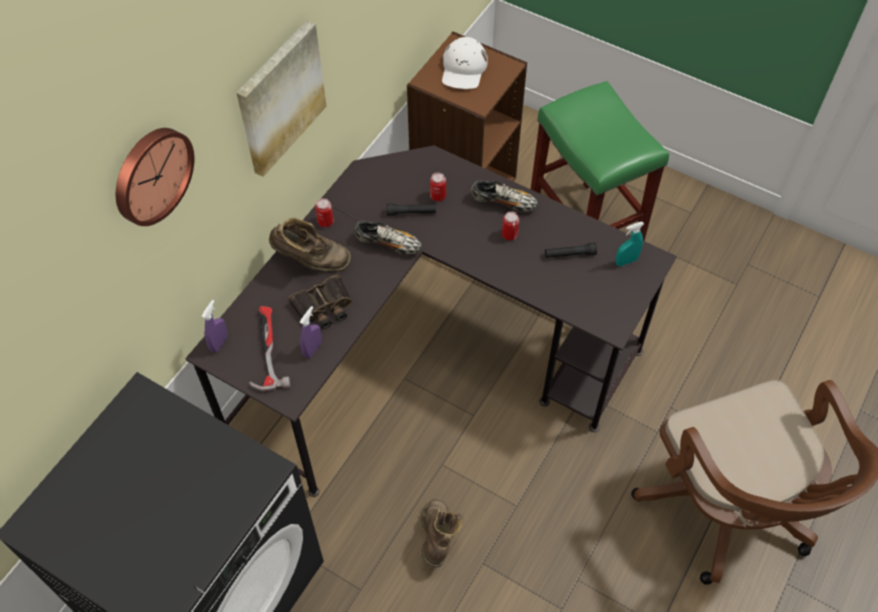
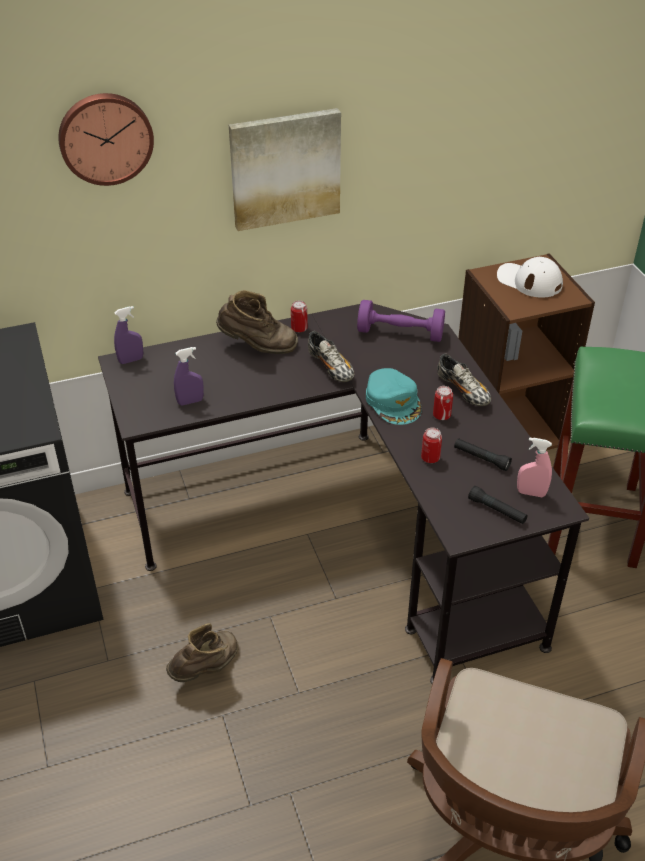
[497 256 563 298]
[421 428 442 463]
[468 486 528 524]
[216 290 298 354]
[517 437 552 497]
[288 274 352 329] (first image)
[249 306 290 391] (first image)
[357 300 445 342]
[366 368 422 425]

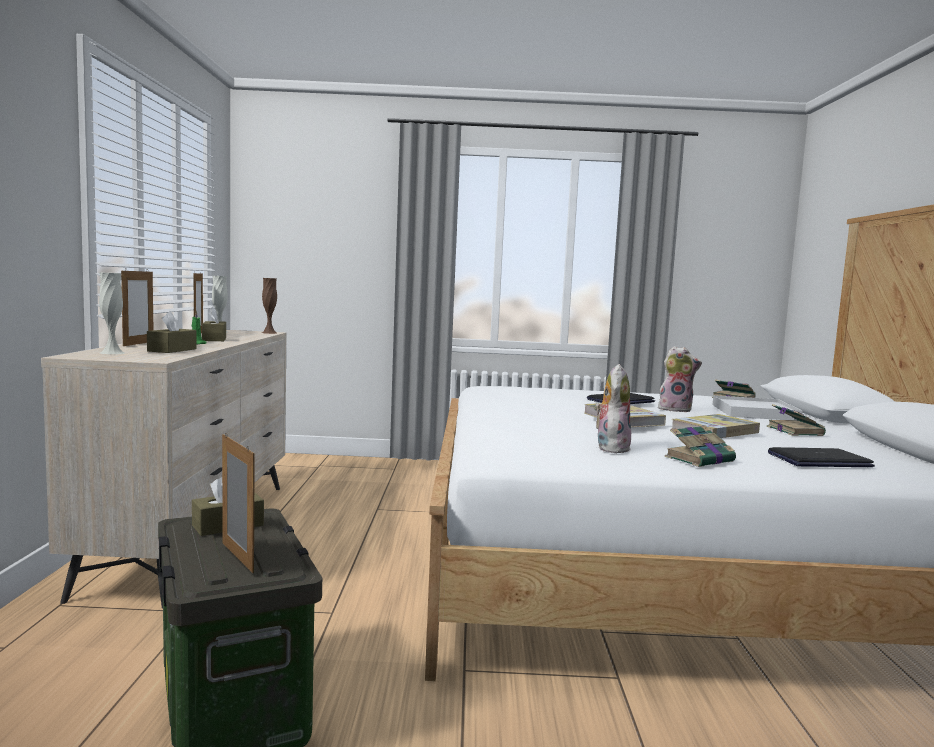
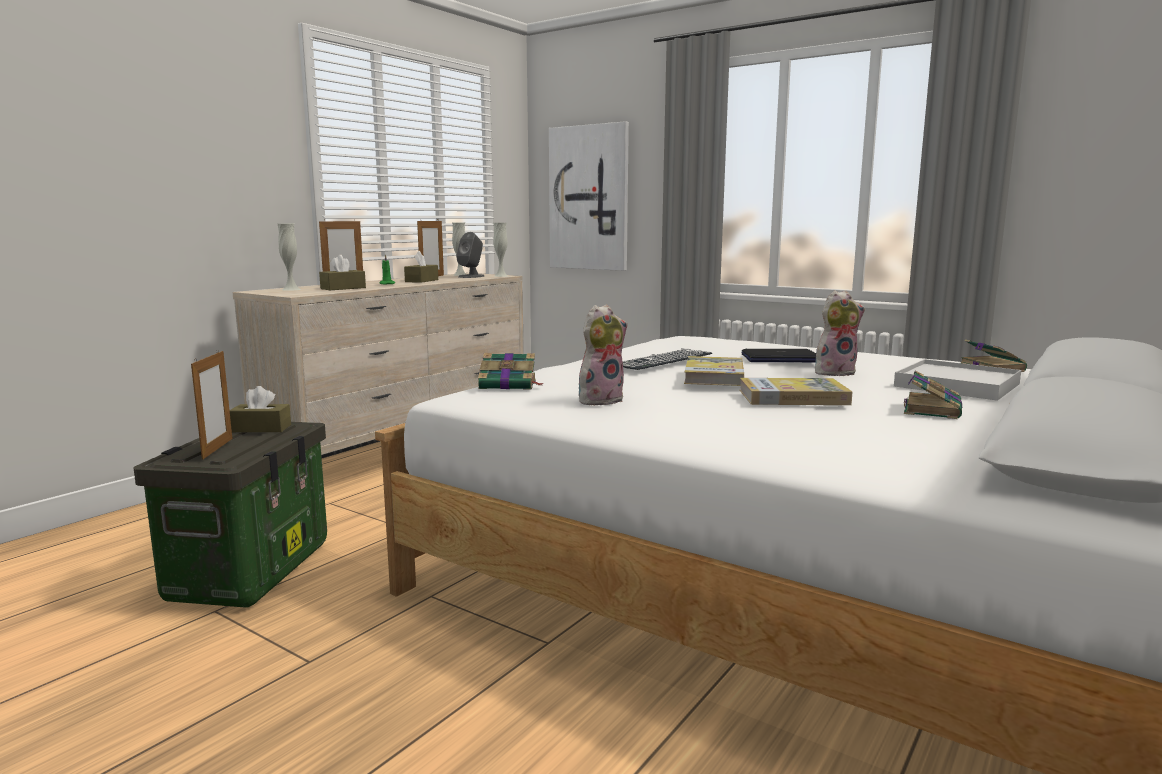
[493 223 508 277]
[815 290 865 377]
[478 353 543 389]
[768 447 875 467] (first image)
[549 121 629 271]
[456 232 484 278]
[623 348 712 370]

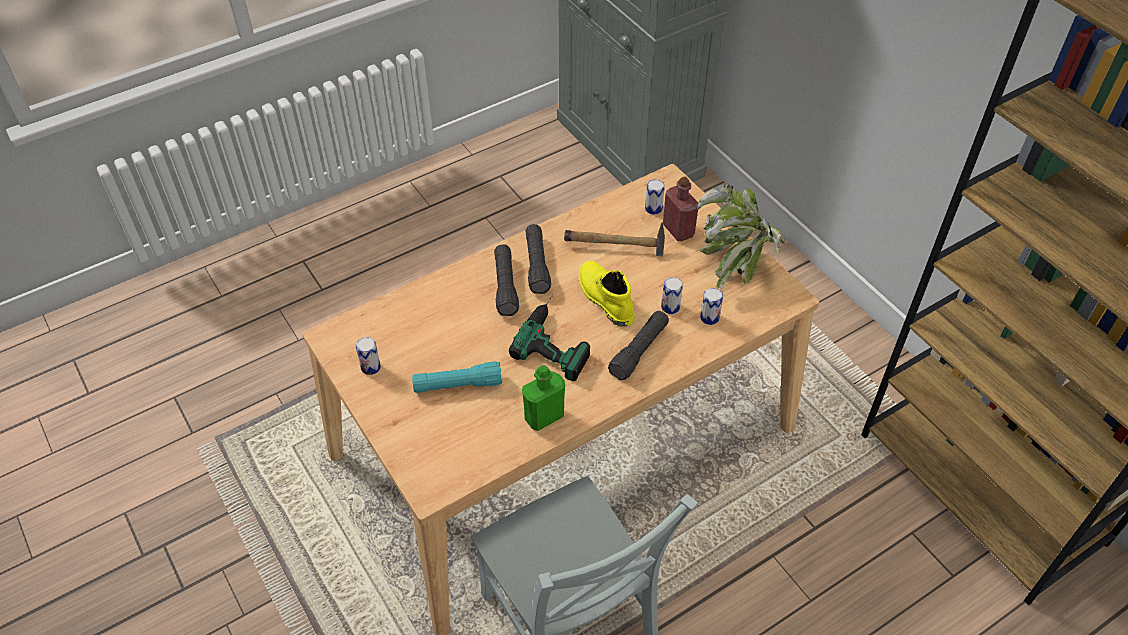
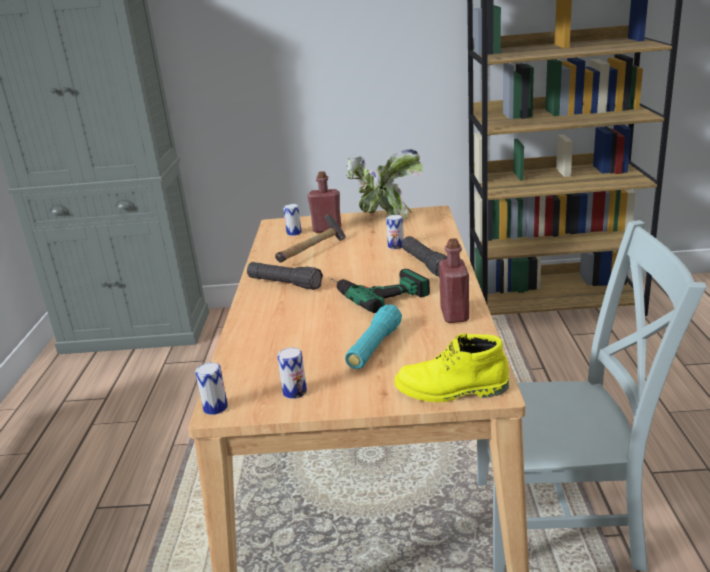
[494 244 519 316] (first image)
[394 333 509 402]
[195 362 228 415]
[439 238 469 323]

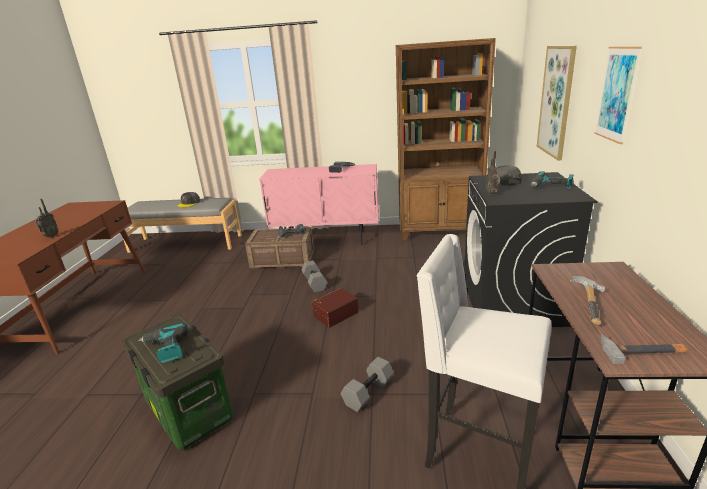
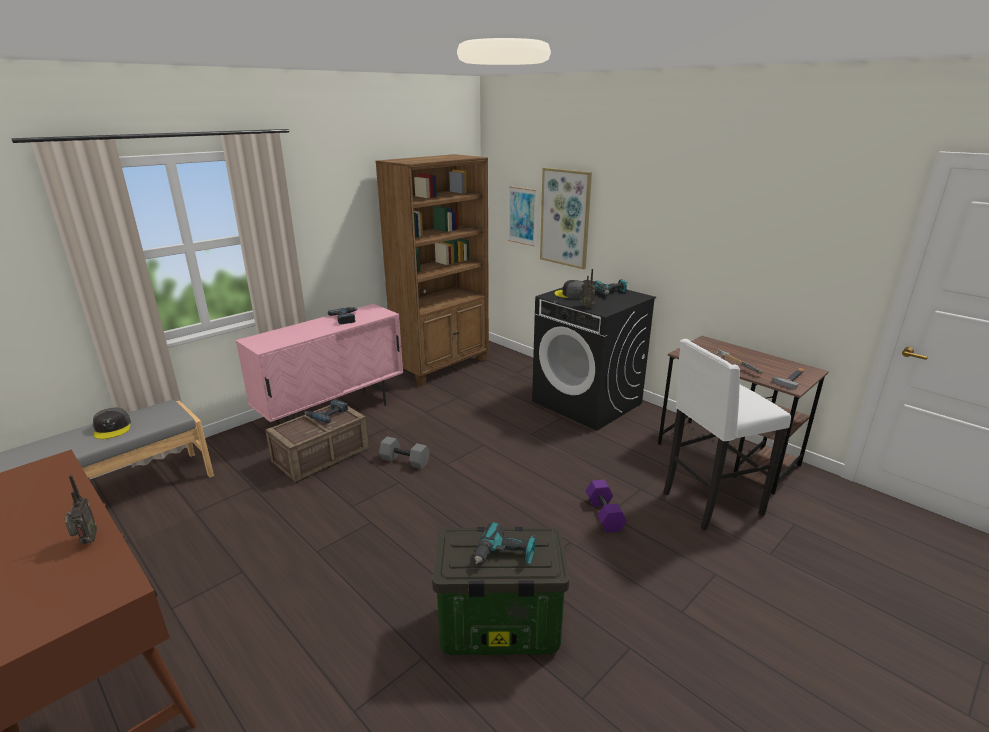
[508 186 536 246]
[312 288 359 328] (first image)
[586 480 627 533]

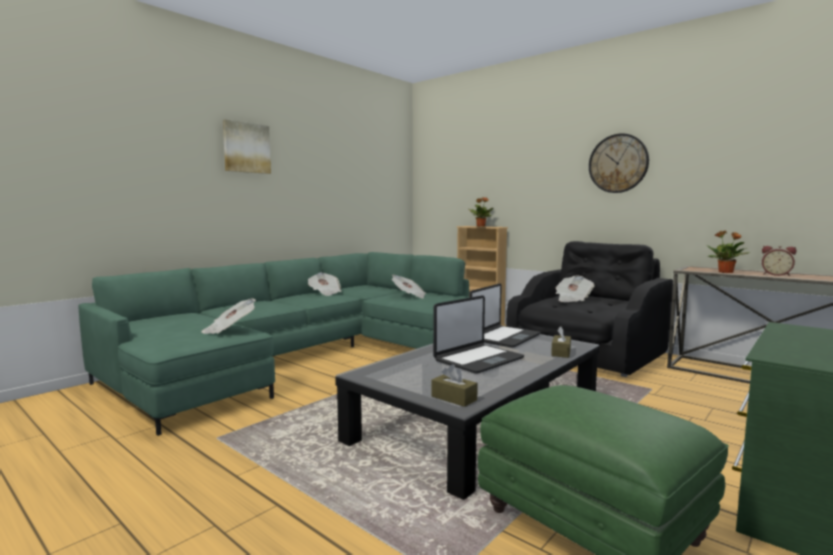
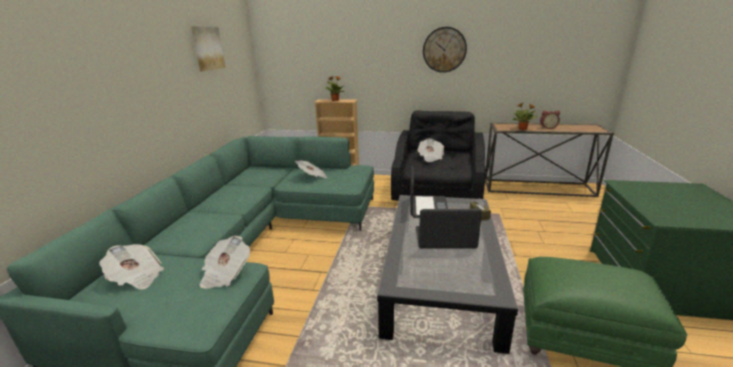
[191 26 225 71]
[99 244 164 289]
[415 209 482 249]
[431 364 478 407] (first image)

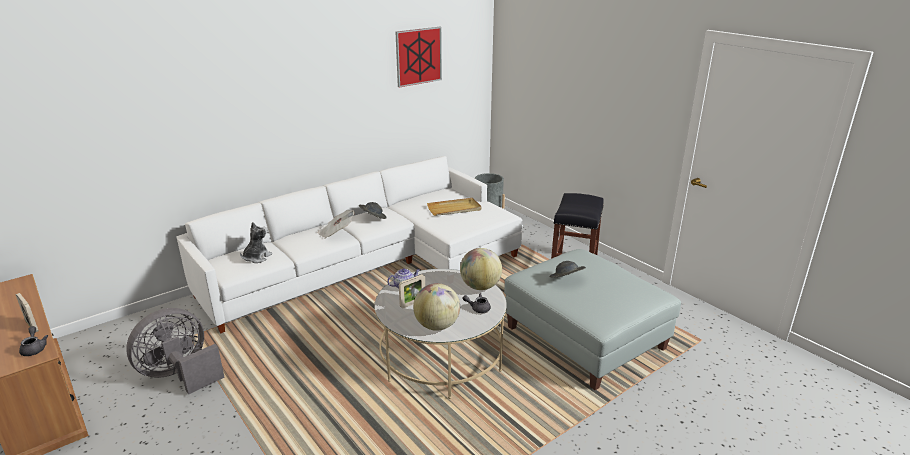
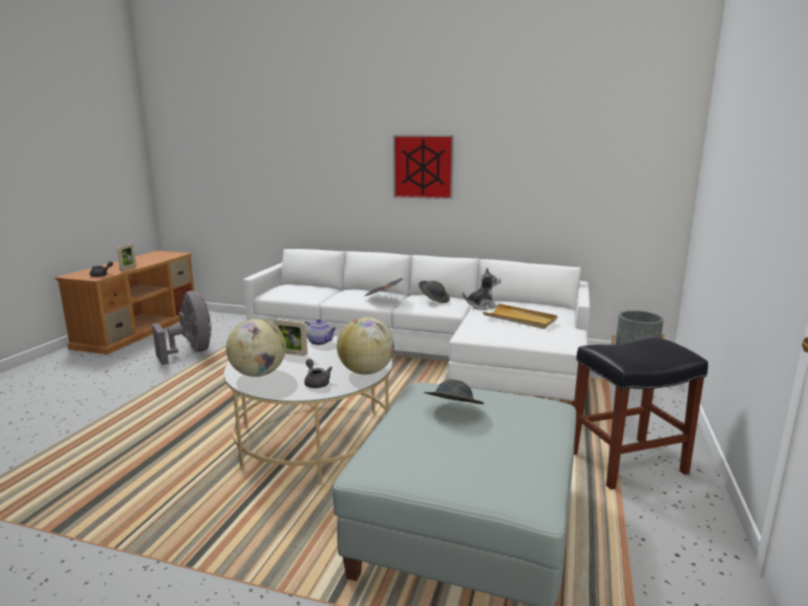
[393 135 454 199]
[463 268 501 310]
[152 291 212 365]

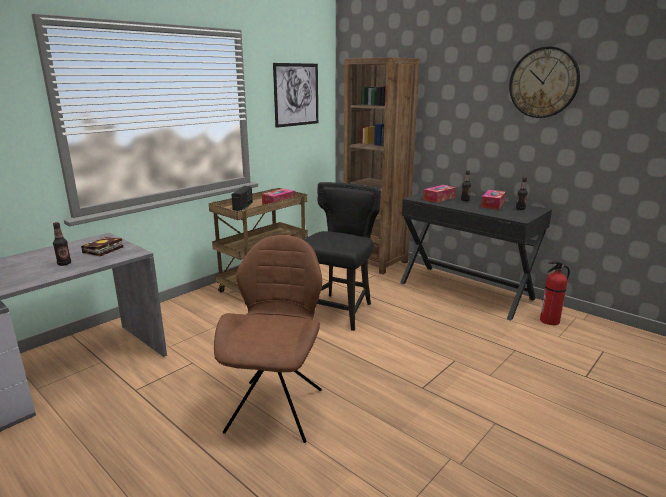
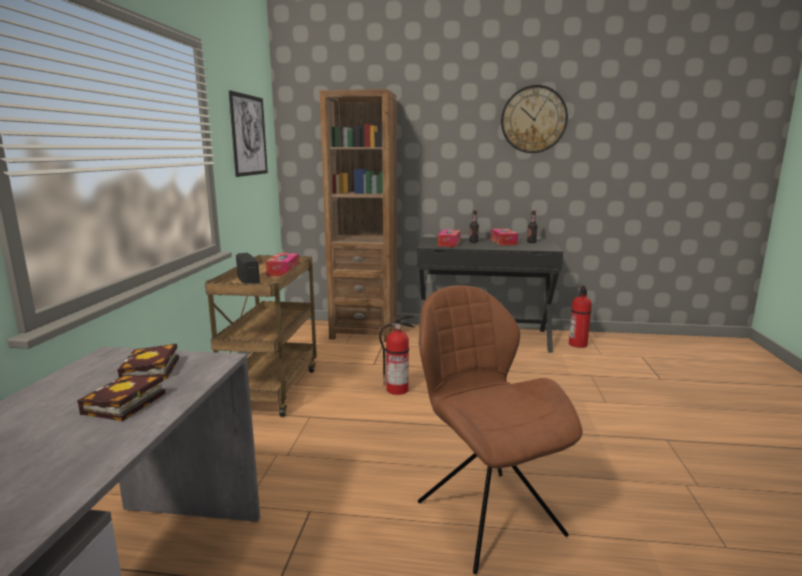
[379 315 415 395]
[77 375 166 421]

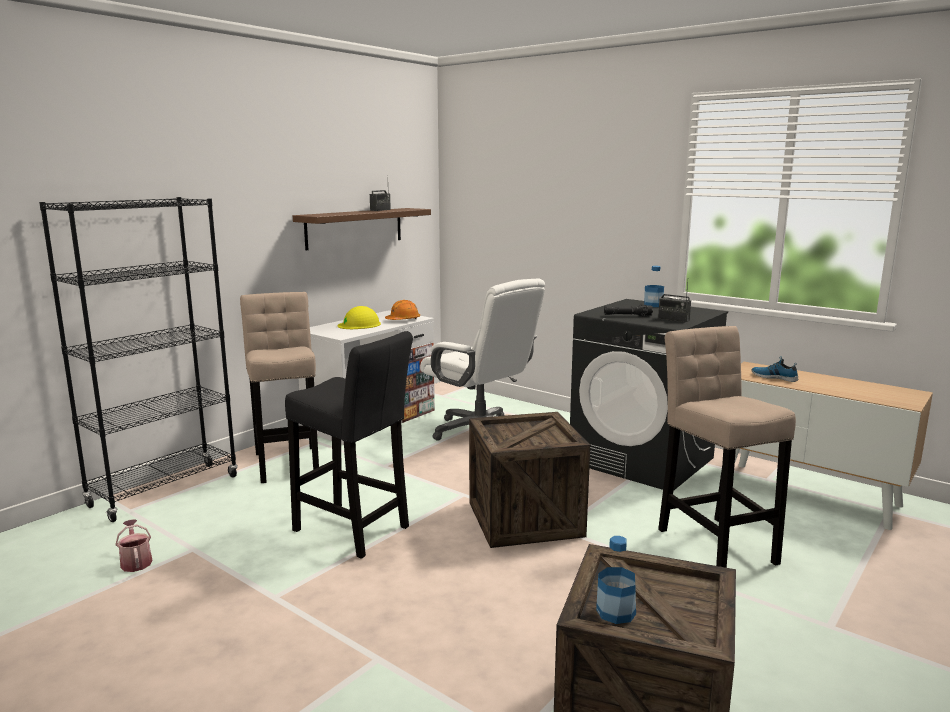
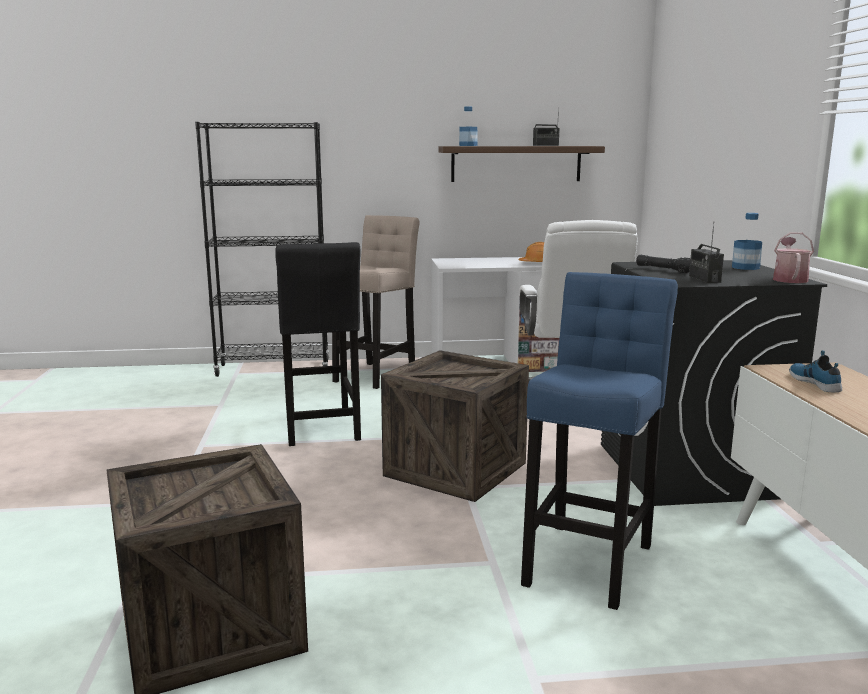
[337 306 381 329] (first image)
[521 272 678 610]
[773 232 814 283]
[459 106 477 146]

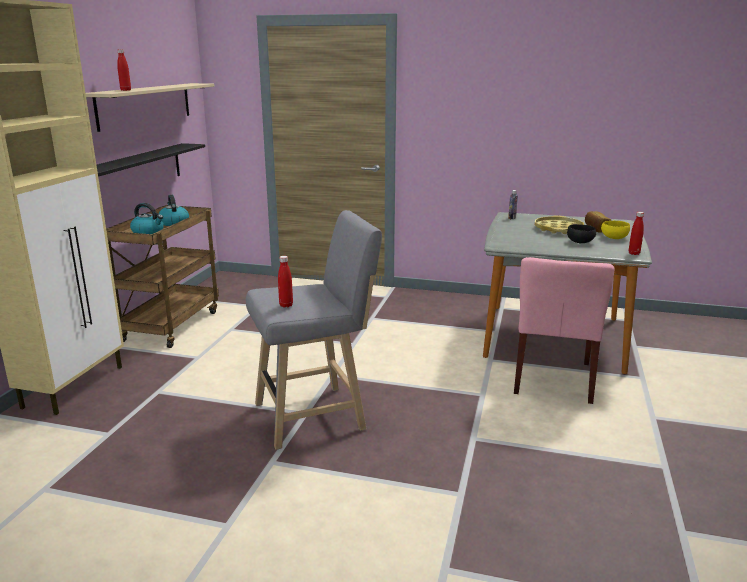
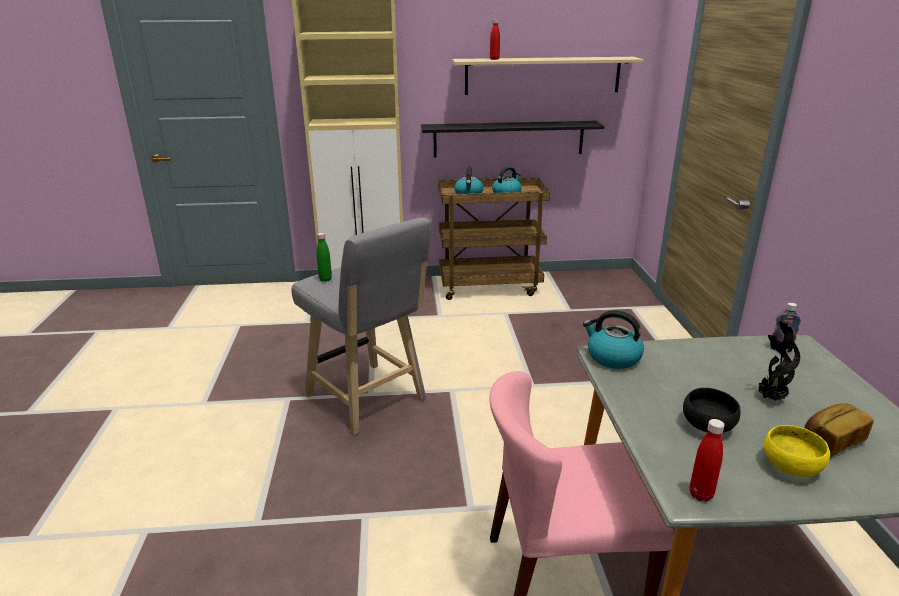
[757 322 800 401]
[317 233 332 282]
[583 310 644 369]

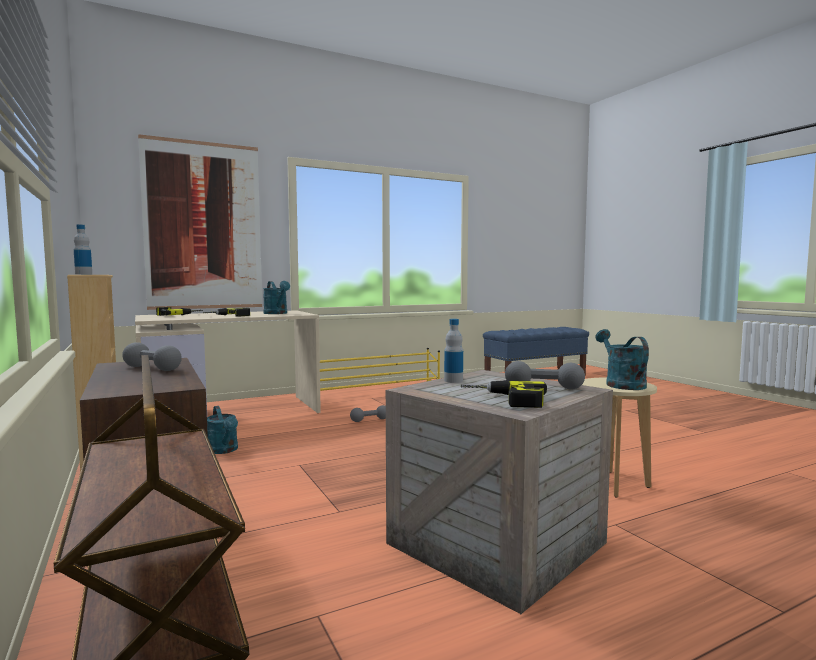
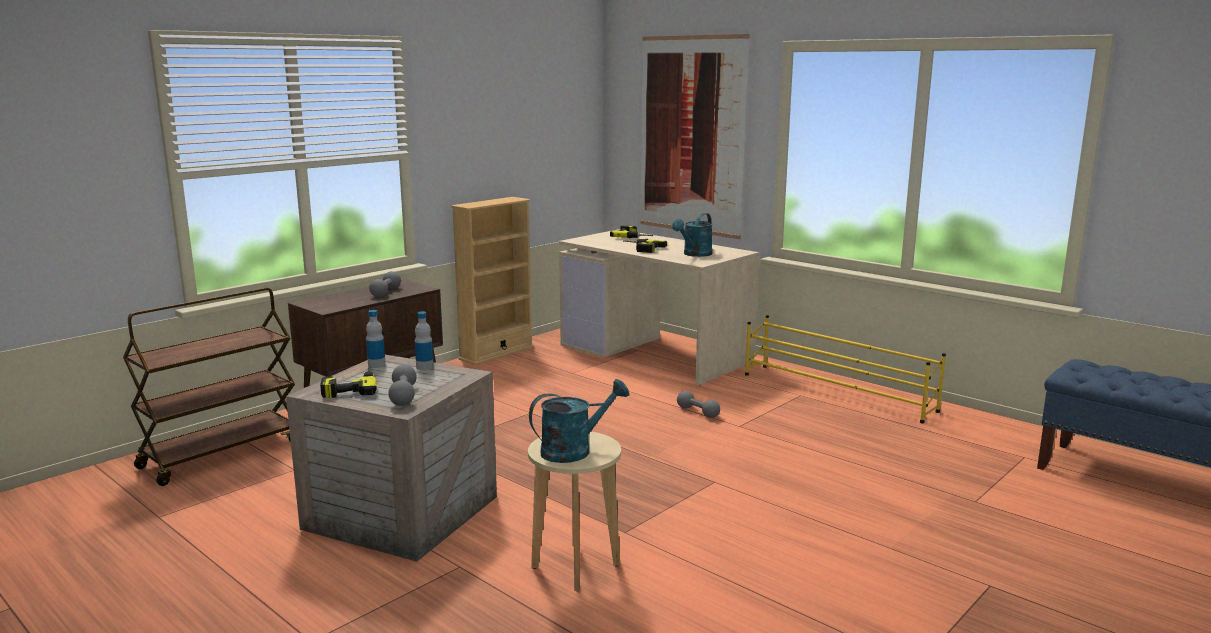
[366 310 386 368]
[207 406 238 454] (first image)

